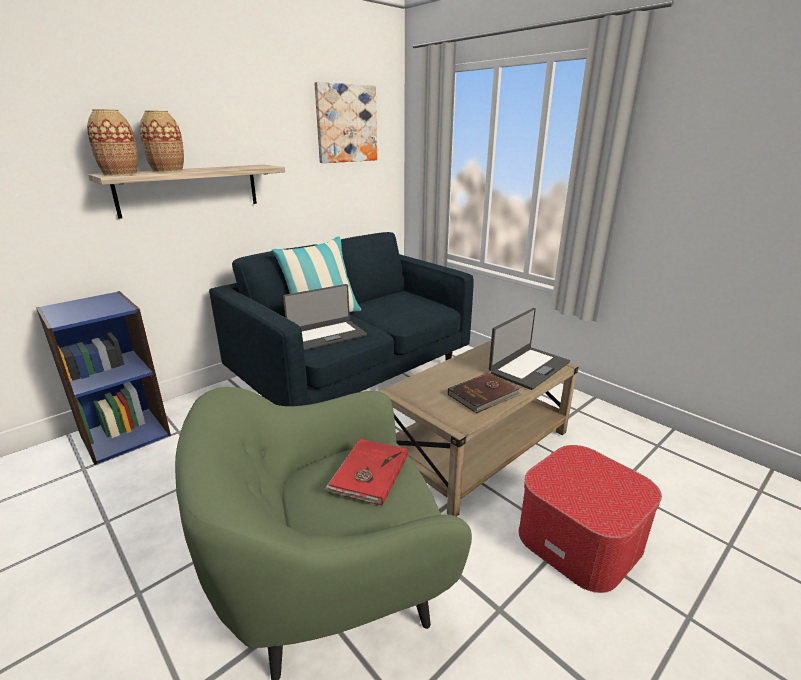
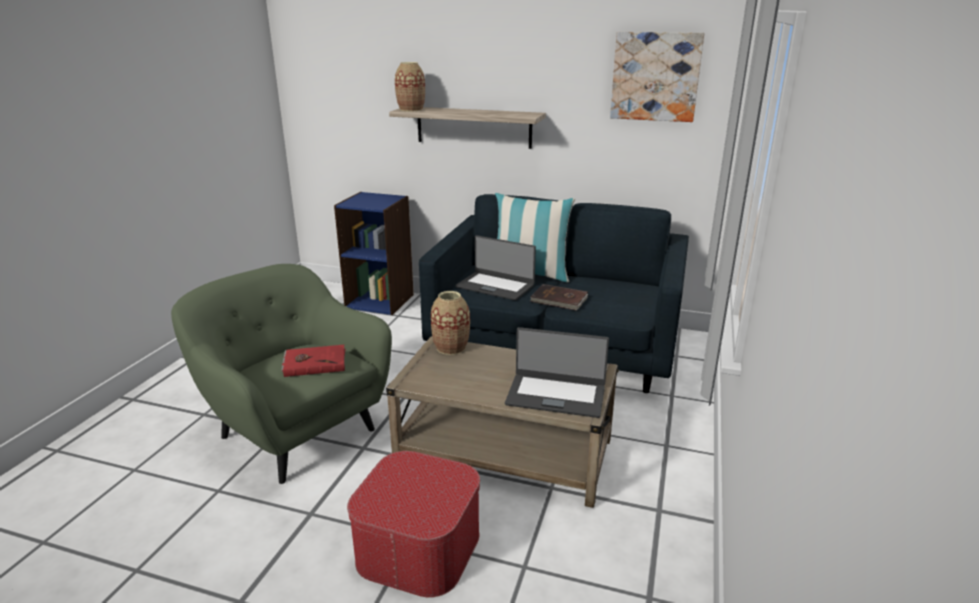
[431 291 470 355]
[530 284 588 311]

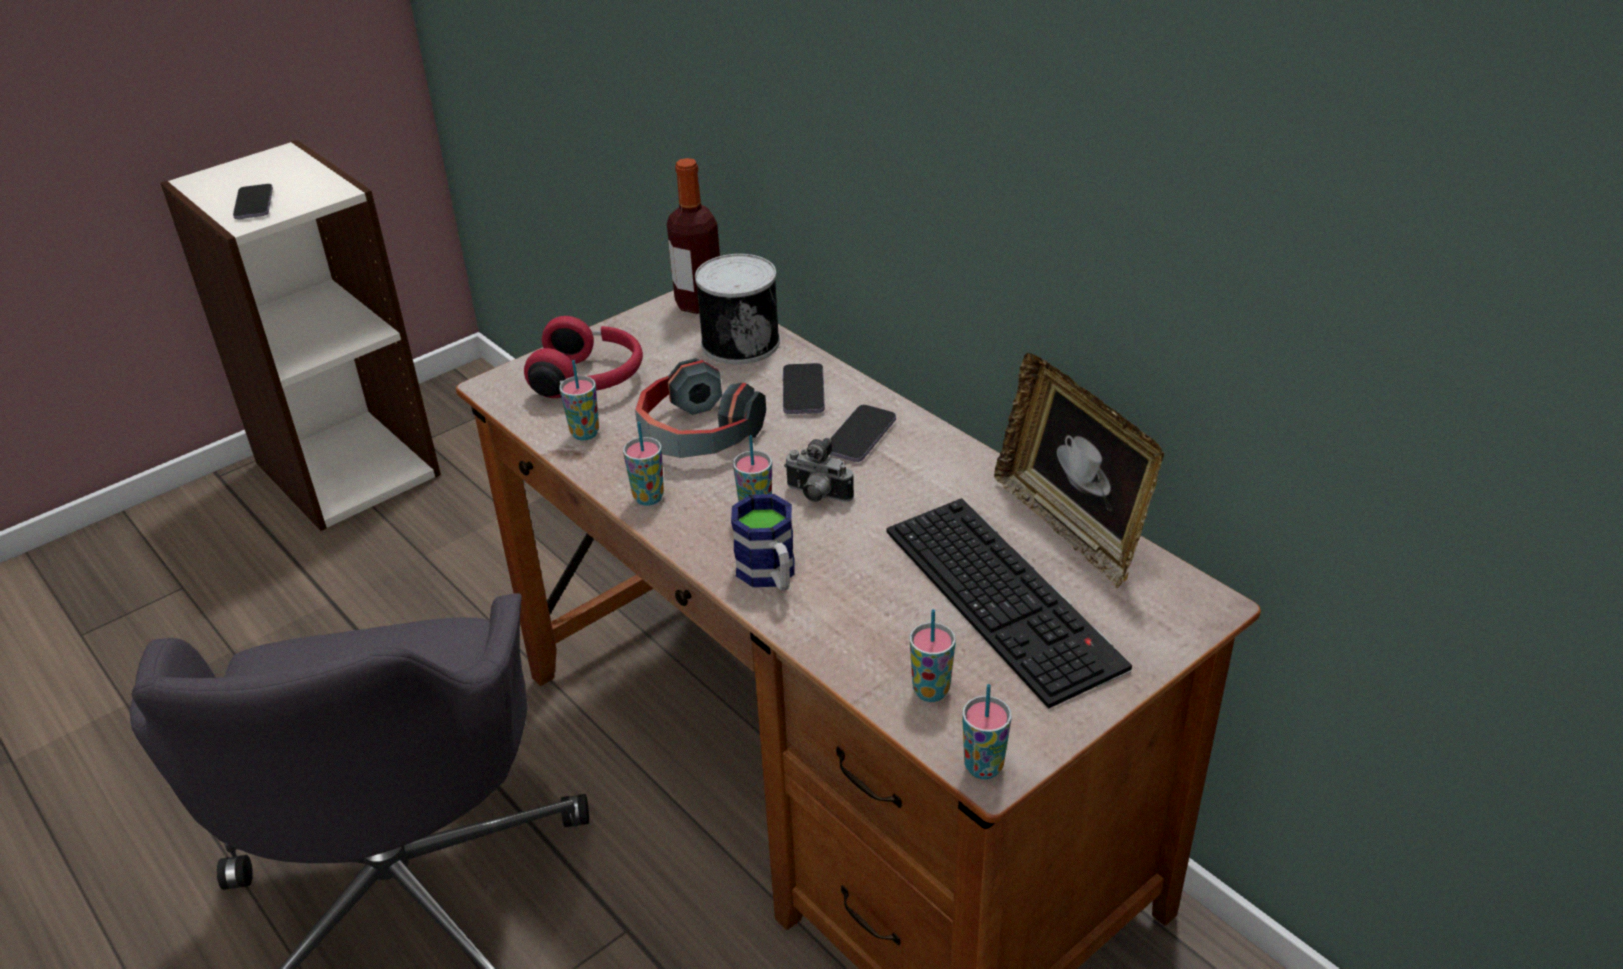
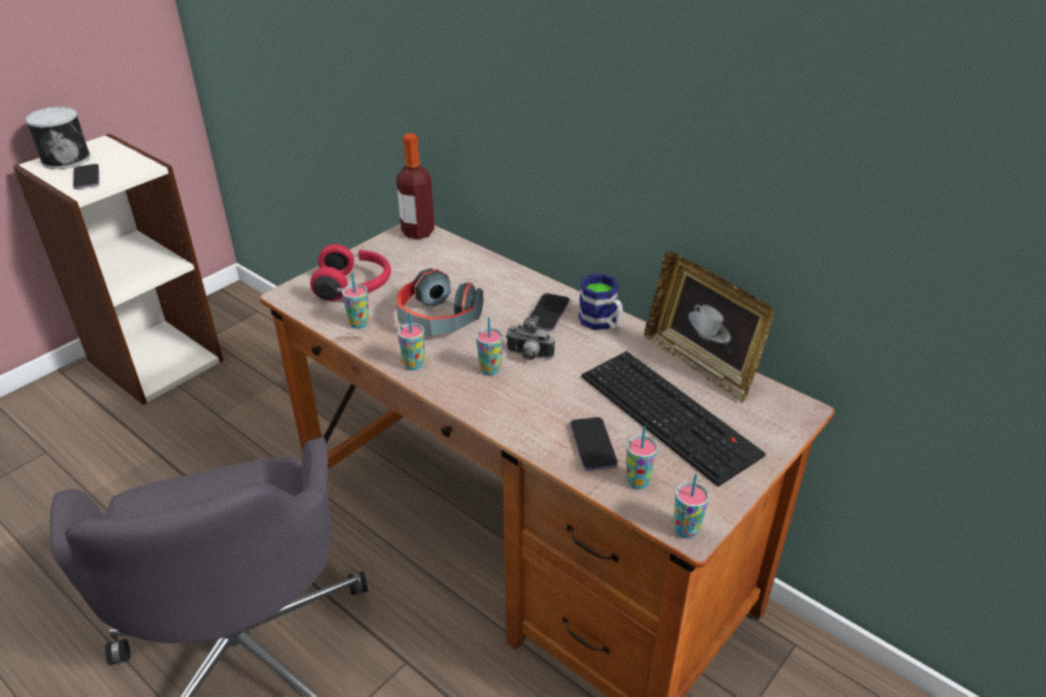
[25 106 91 169]
[570 417 618 471]
[579 274 623 330]

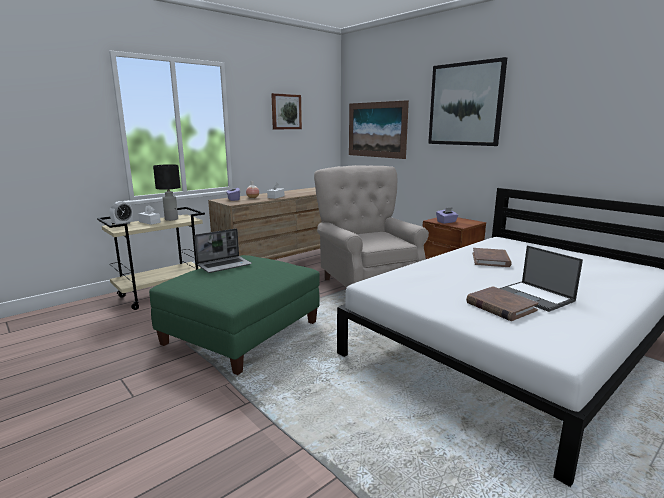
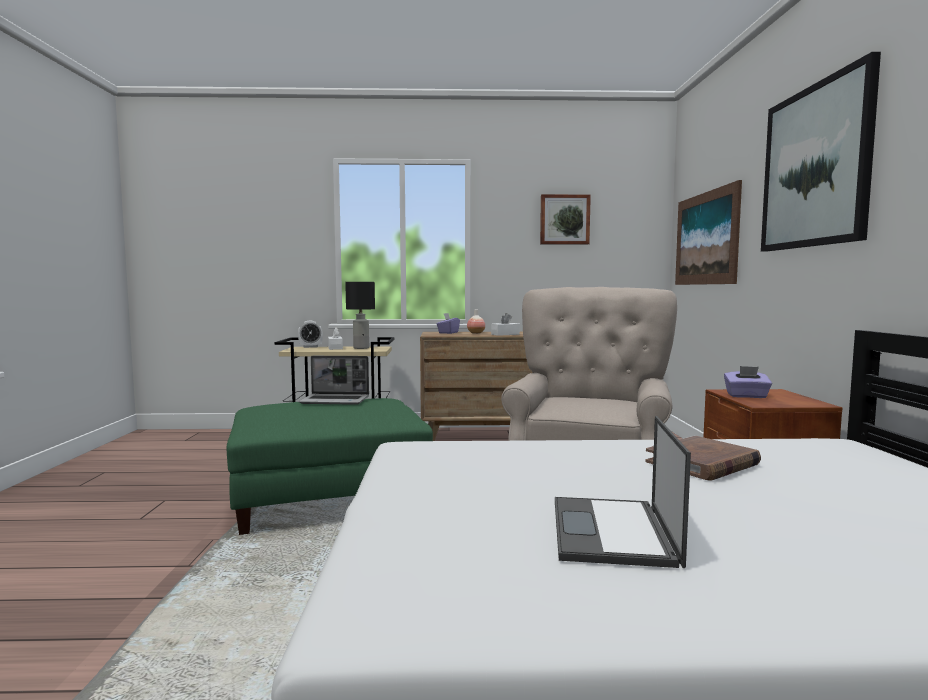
[466 286 539 321] (first image)

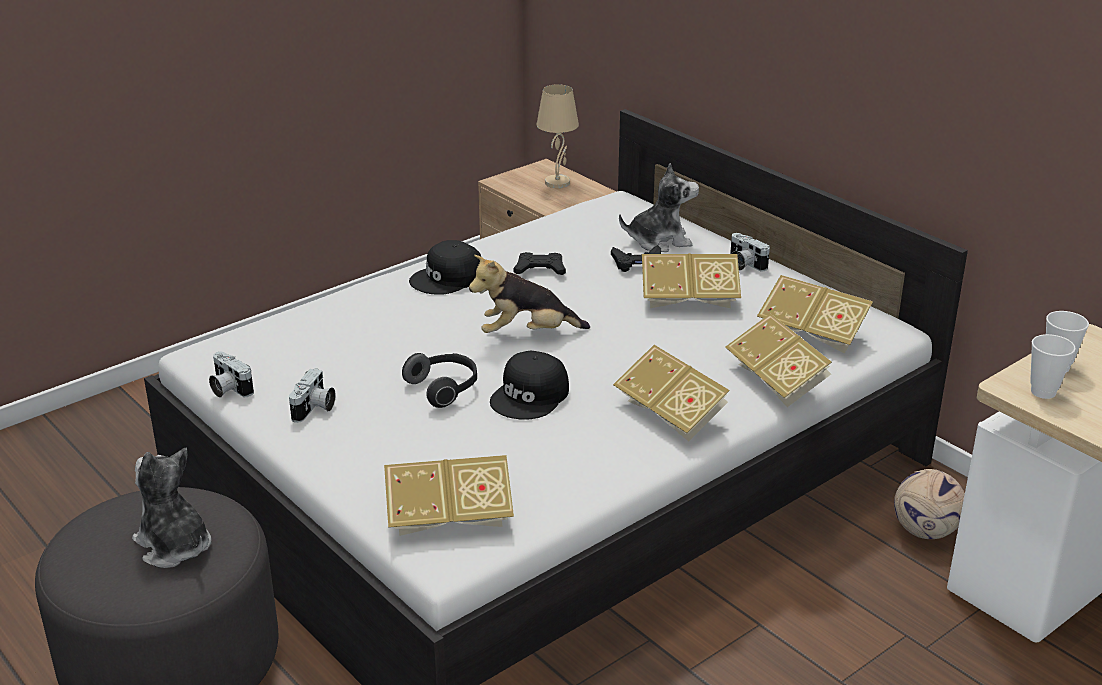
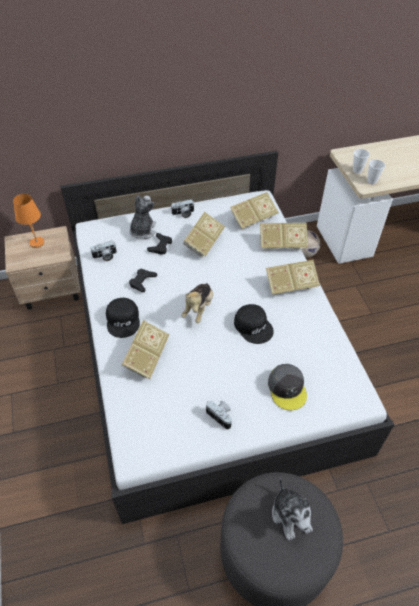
[13 194 45 248]
[90 241 117 261]
[402 353 477 408] (first image)
[272 478 313 541]
[121 320 169 379]
[268 364 307 410]

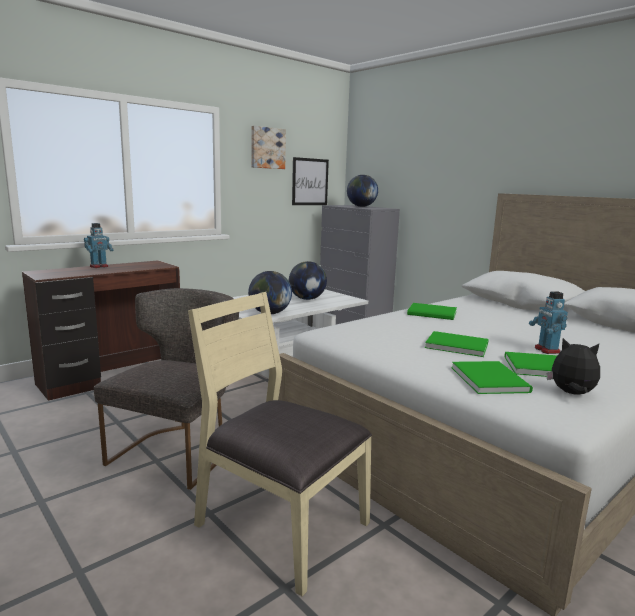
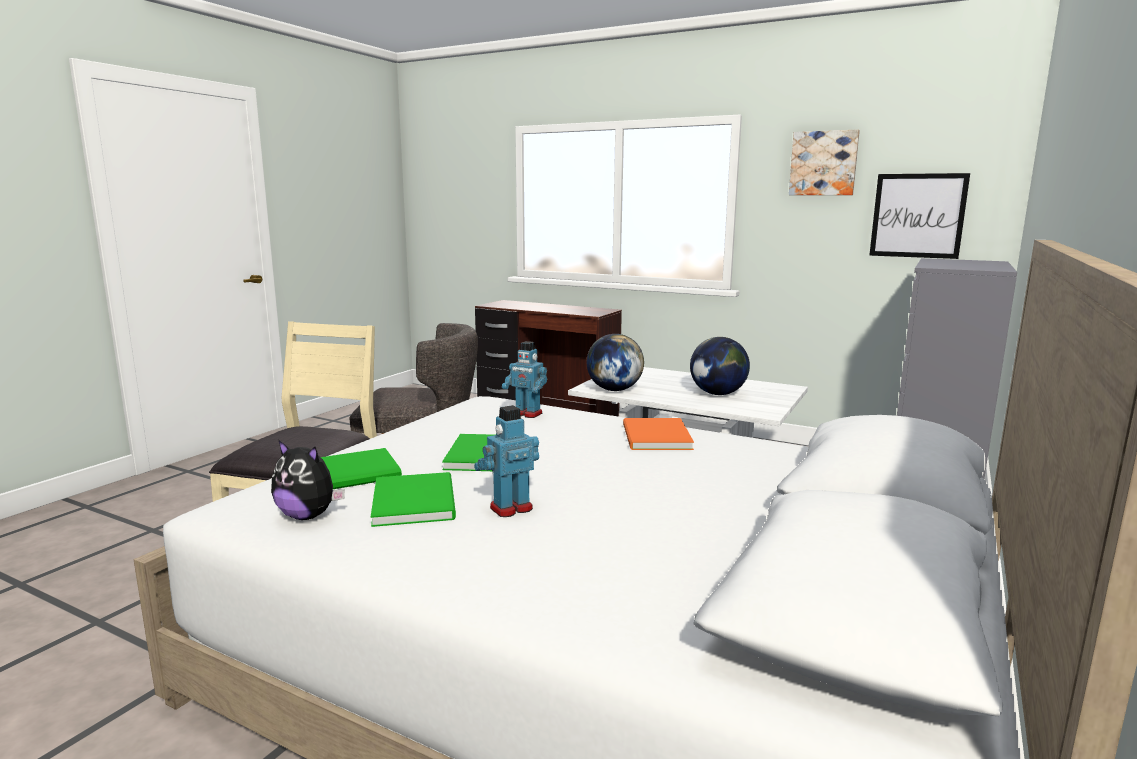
[347 175 378 207] (first image)
[502 341 547 418]
[623 418 694 450]
[271 440 345 520]

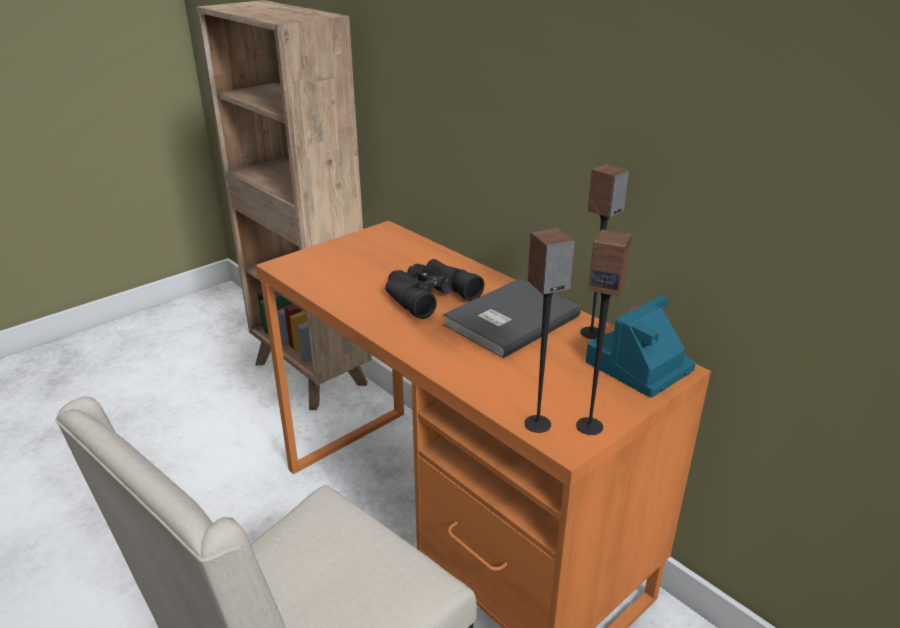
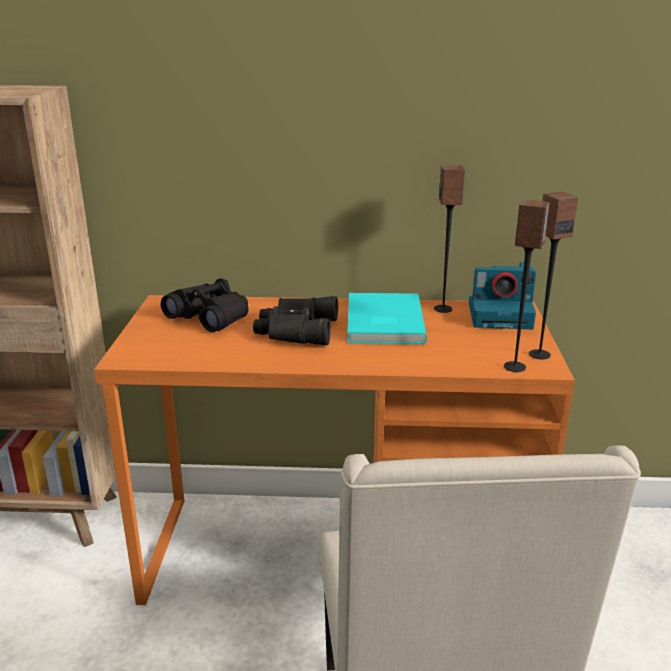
[347 293 427 344]
[469 262 536 329]
[161 278 249 332]

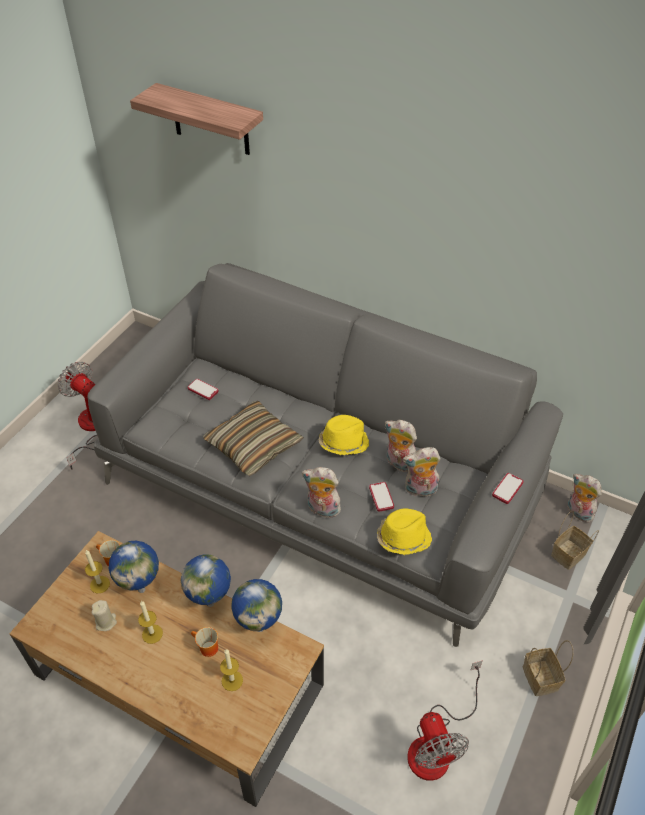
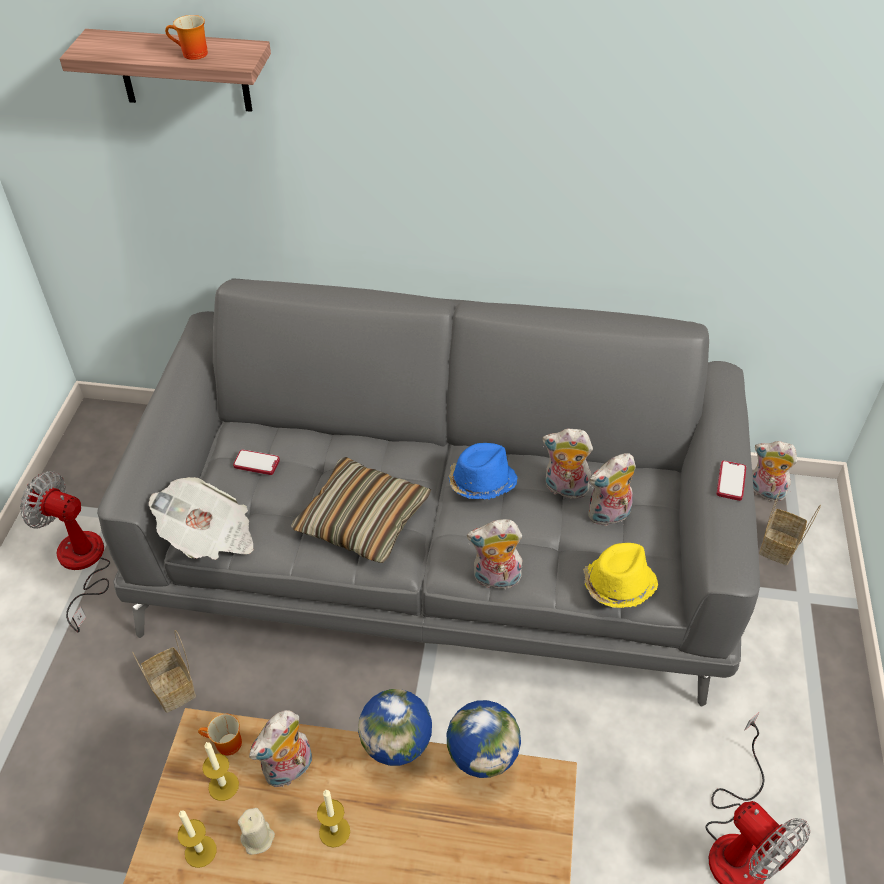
[448 443 517 500]
[369 482 394 512] (first image)
[249 710 312 787]
[165 15 208 60]
[132 630 196 713]
[178 810 217 868]
[149 477 254 560]

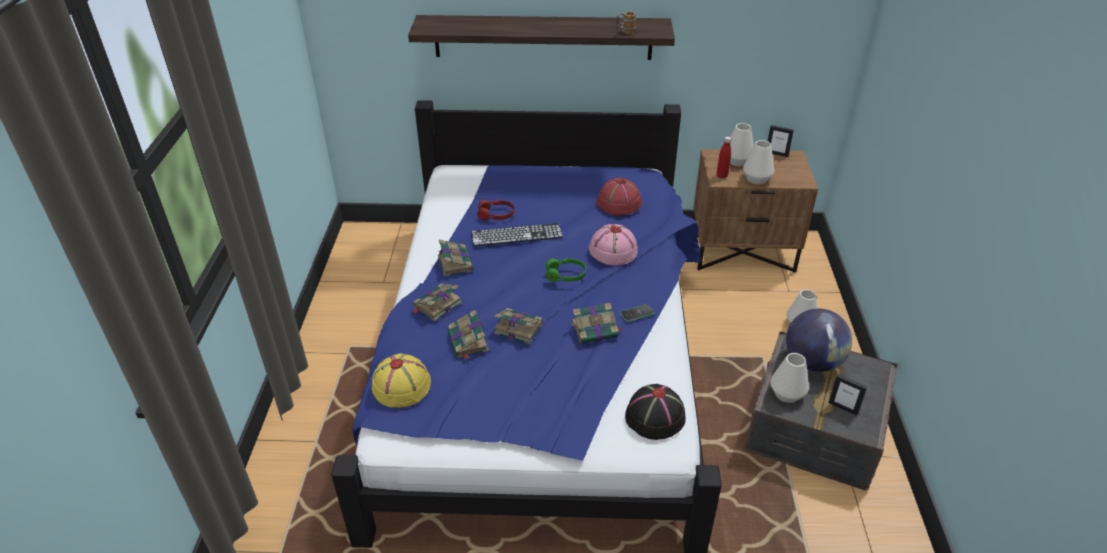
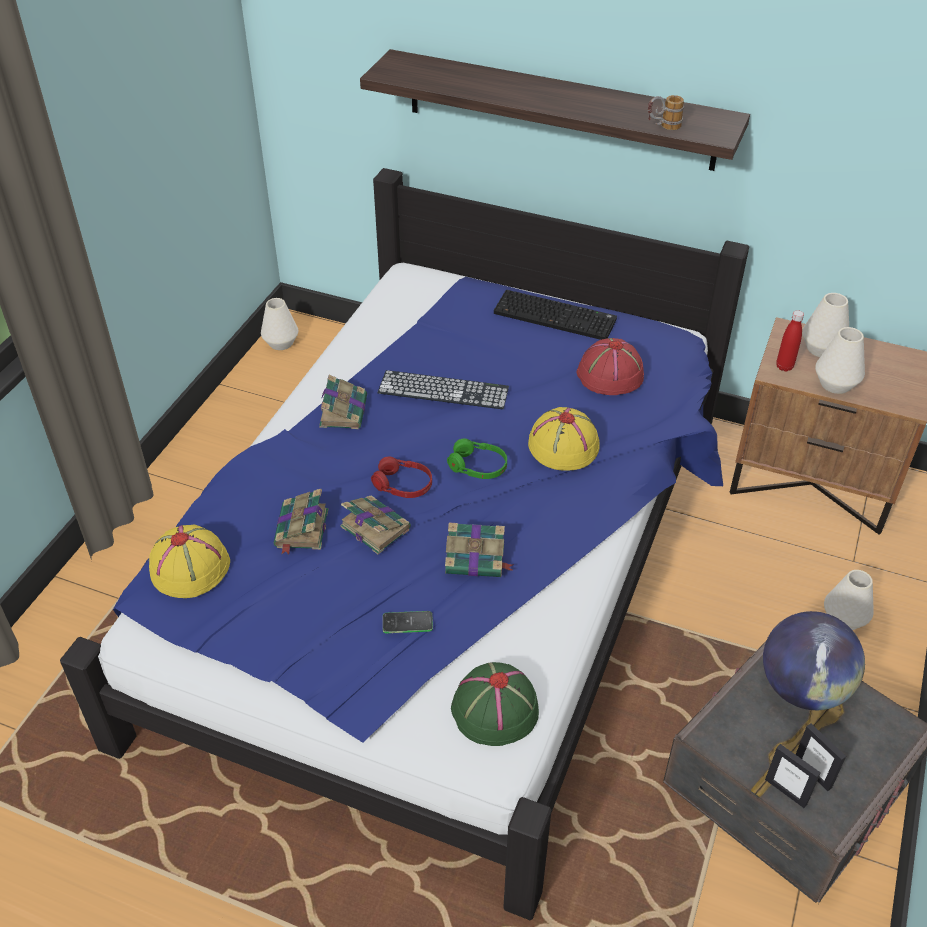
[765 744 821 808]
[371 457 432 498]
[528 407 600 471]
[412 284 462 322] (first image)
[383 611 433 633]
[261 298 298 350]
[451 662 539 746]
[494 290 617 340]

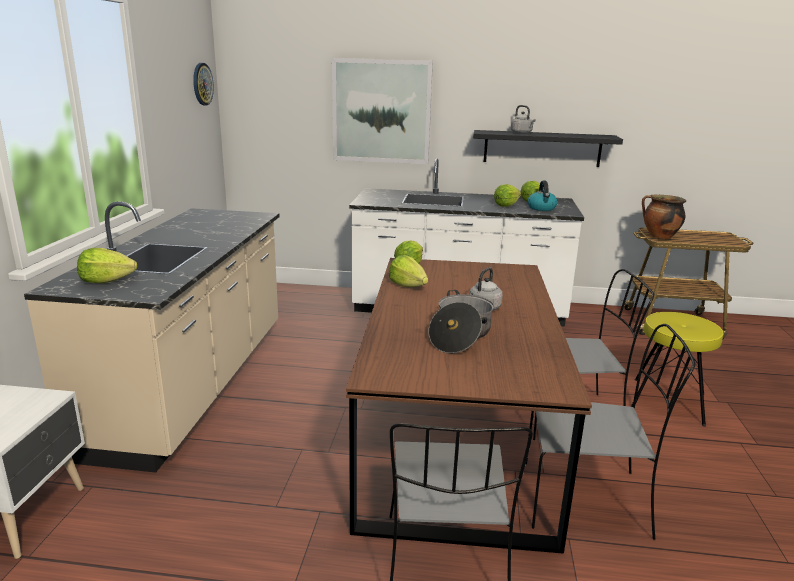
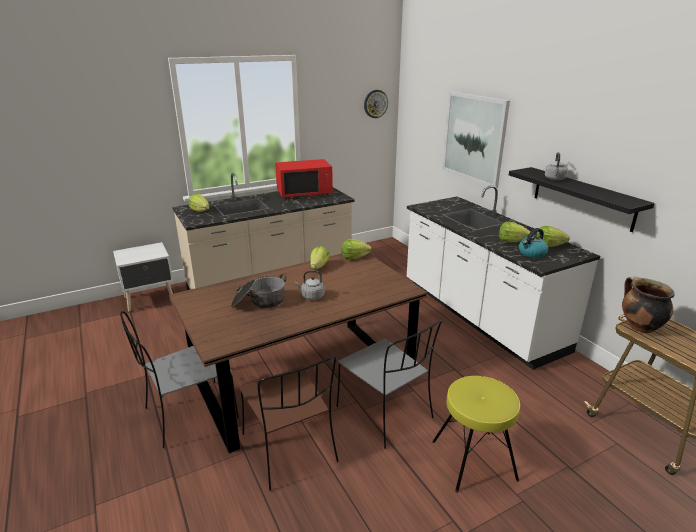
[239 356 338 491]
[275 159 333 199]

